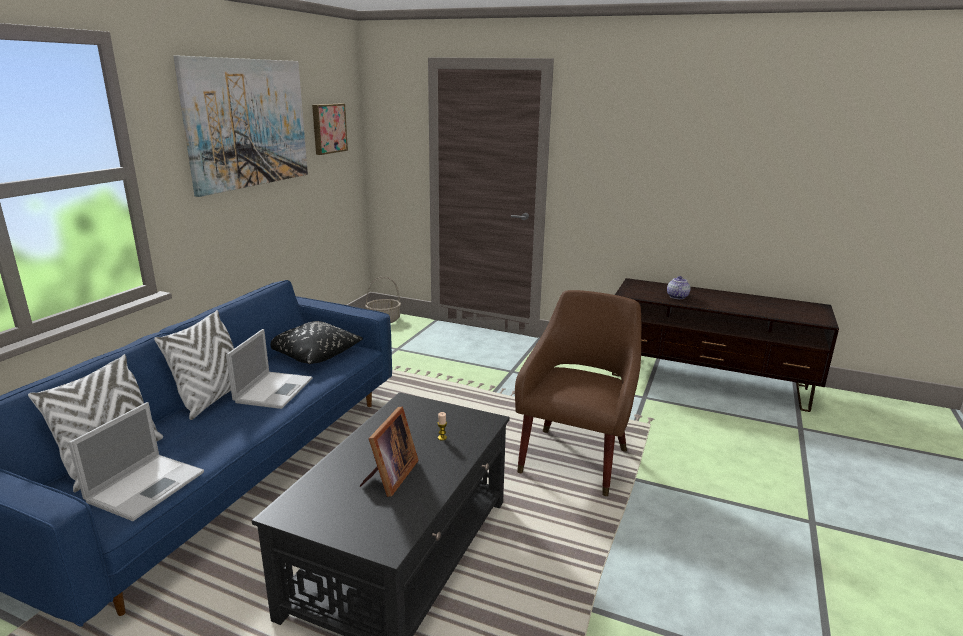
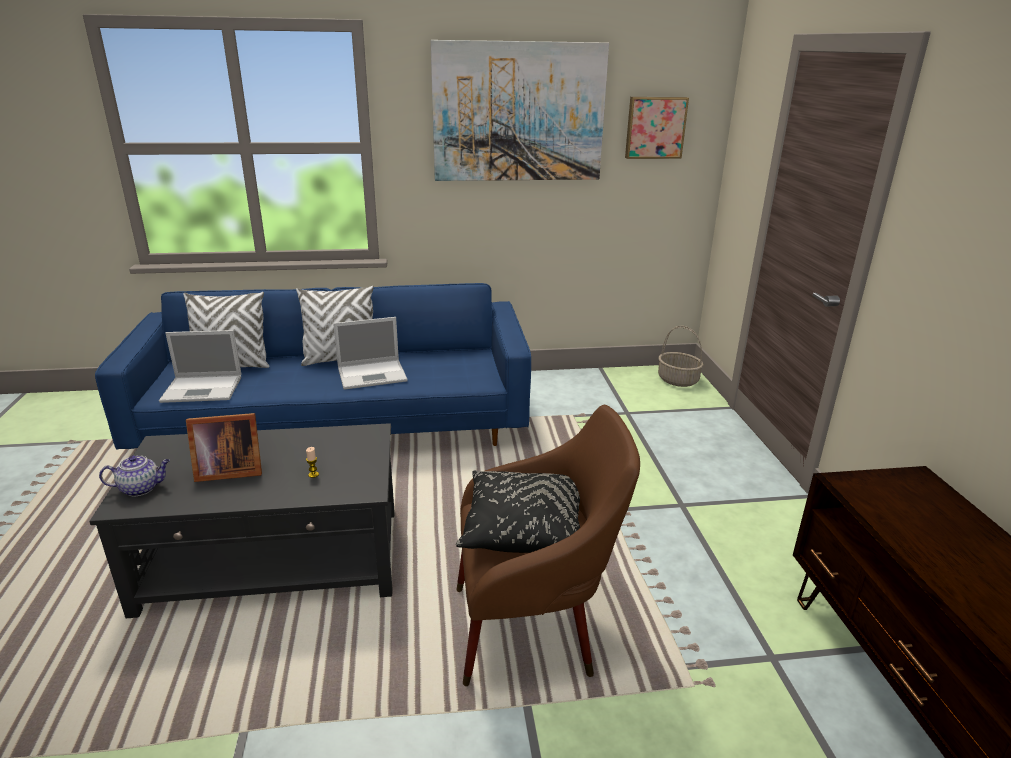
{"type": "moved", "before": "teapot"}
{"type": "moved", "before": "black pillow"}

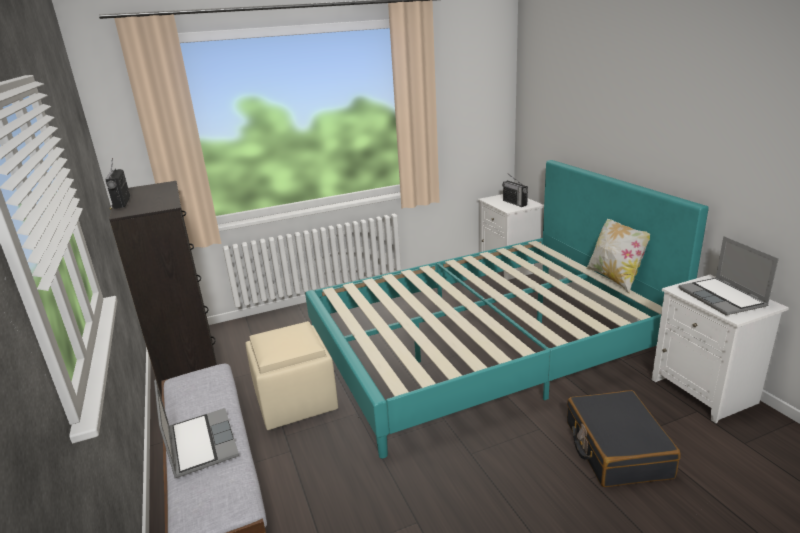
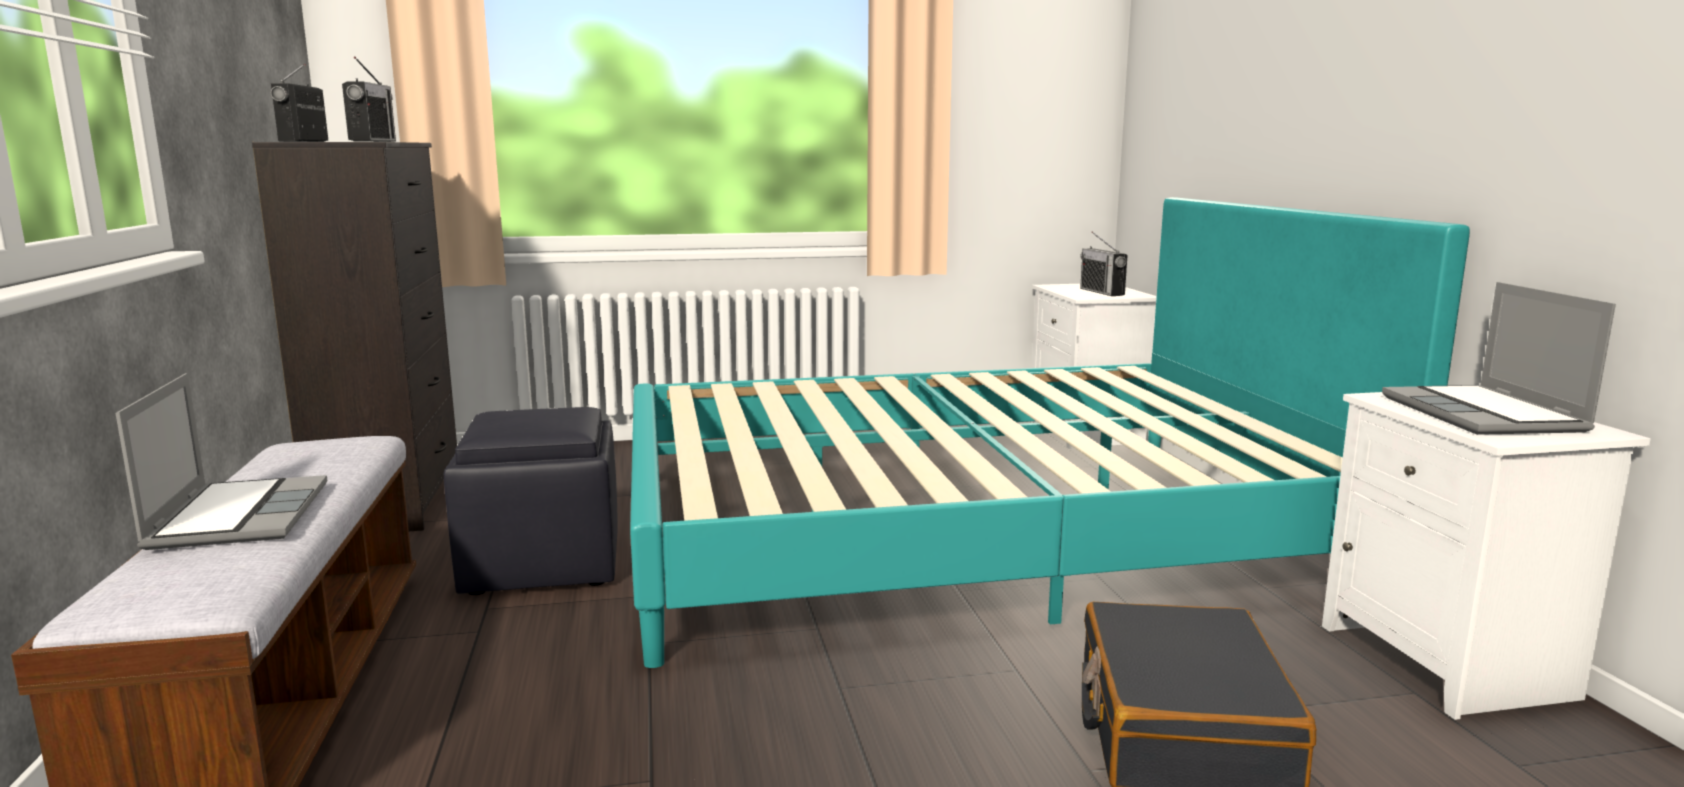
{"type": "added", "after": "radio (2nd from left)"}
{"type": "recoloured", "before": "beige-coloured pouffe", "after": "black pouffe"}
{"type": "removed", "before": "pillow"}

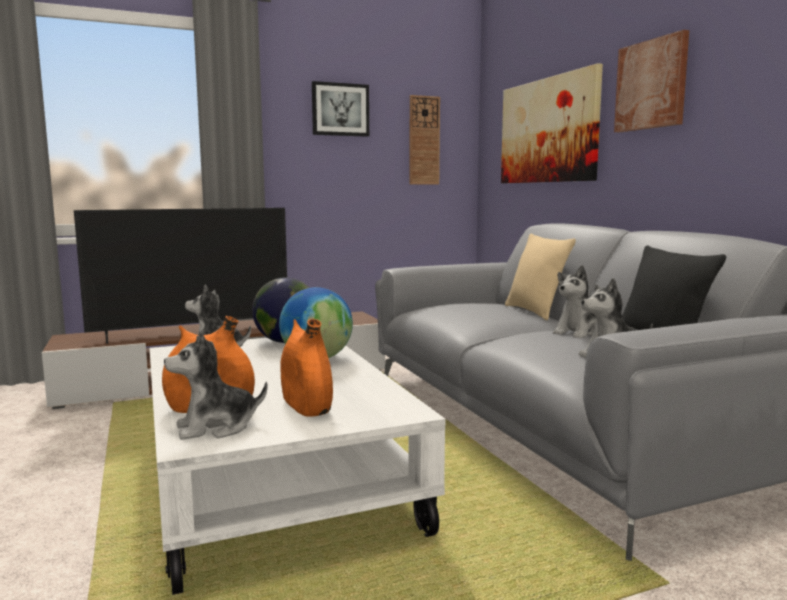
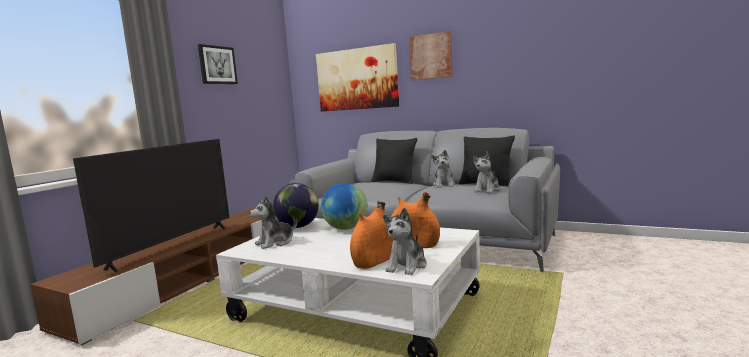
{"type": "recoloured", "before": "beige-coloured pillow", "after": "black pillow (1st from left)"}
{"type": "removed", "before": "hanging clock"}

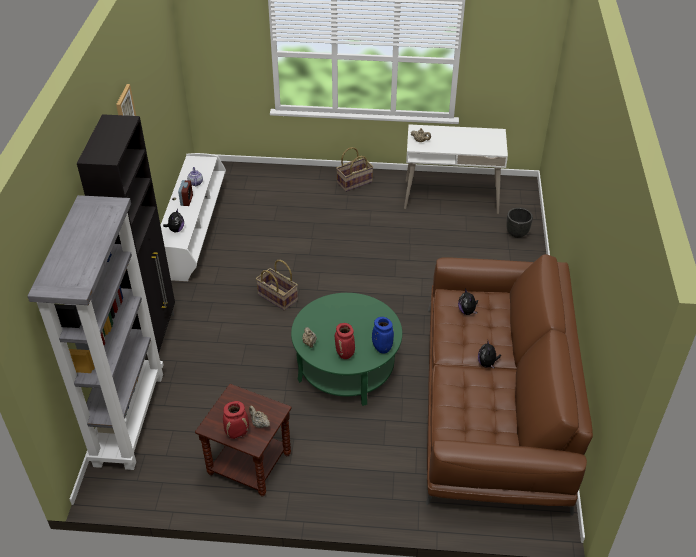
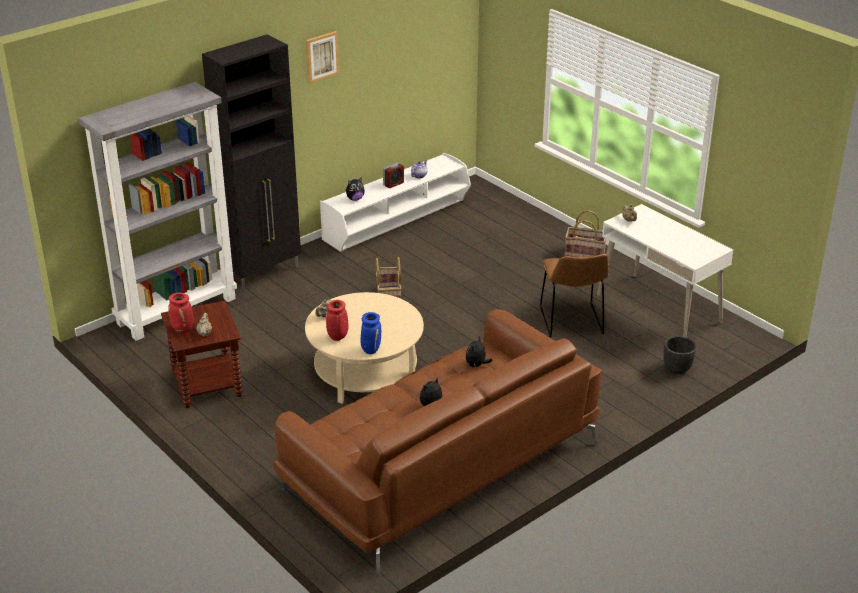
{"type": "recoloured", "before": "greenish coffee table", "after": "beige-coloured coffee table"}
{"type": "added", "after": "brownish chair"}

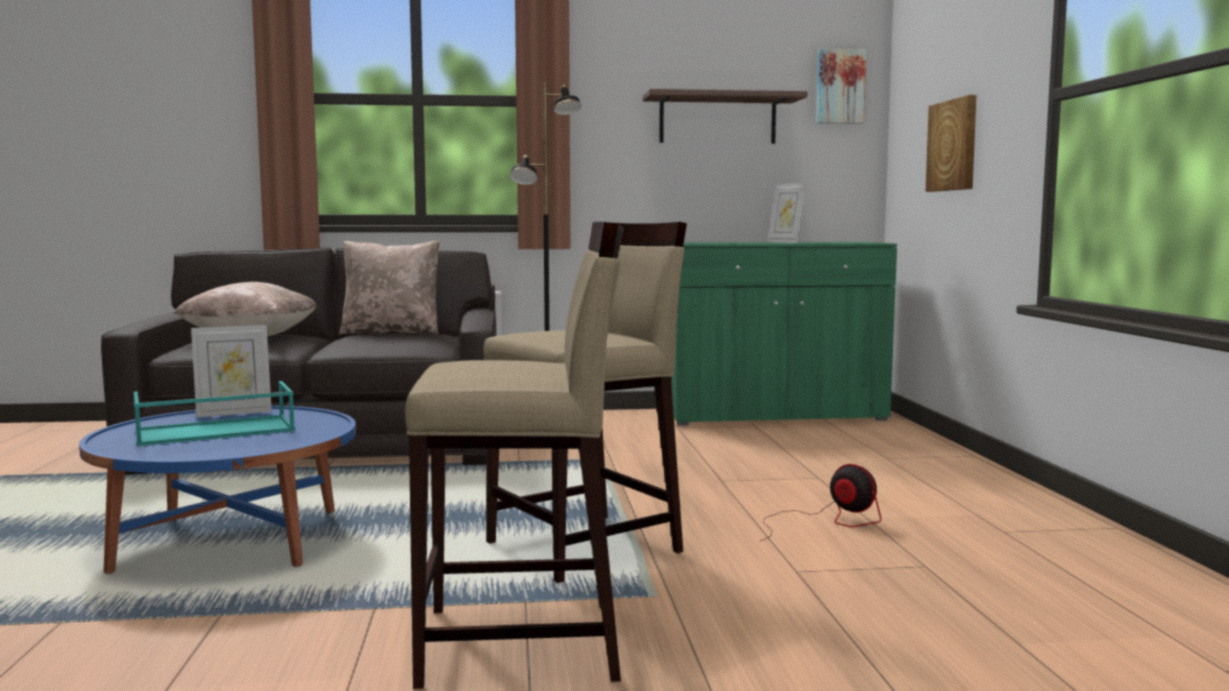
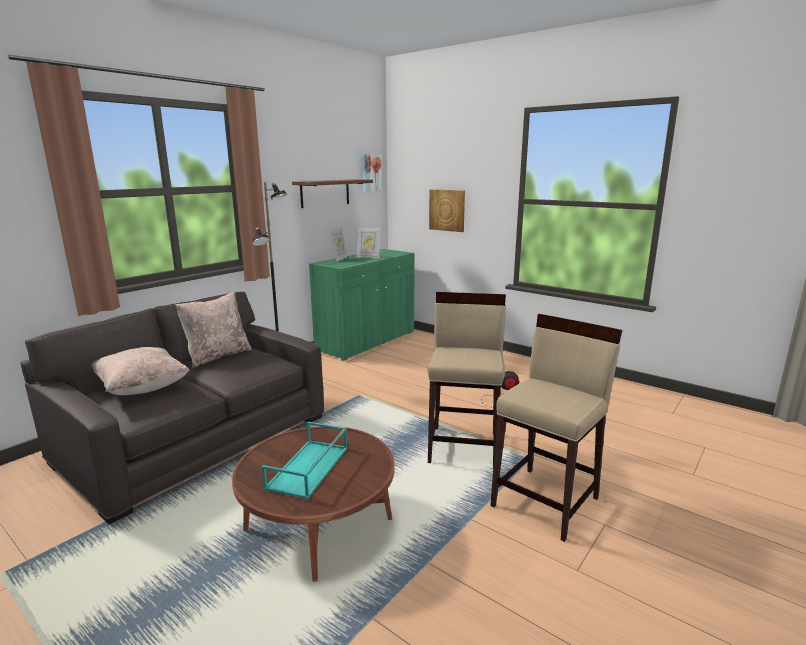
{"type": "recoloured", "before": "blue-coloured coffee table", "after": "brownish coffee table"}
{"type": "moved", "before": "standing frame (1st from left)"}

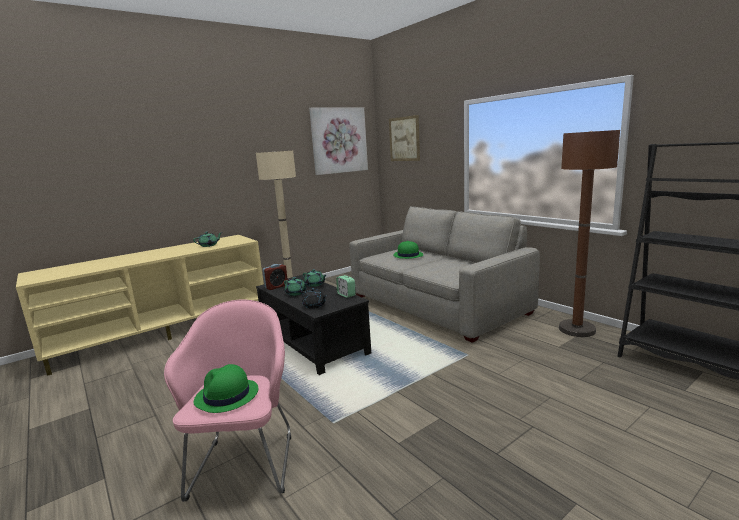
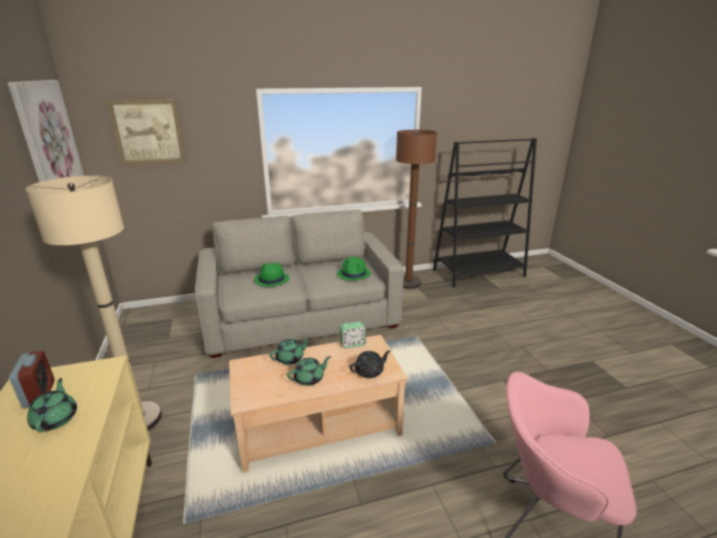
{"type": "moved", "before": "table clock (1st from left)"}
{"type": "recoloured", "before": "black coffee table", "after": "beige-coloured coffee table"}
{"type": "moved", "before": "greenish wearable hat (1st from left in the first image)", "after": "greenish wearable hat (2nd from left)"}

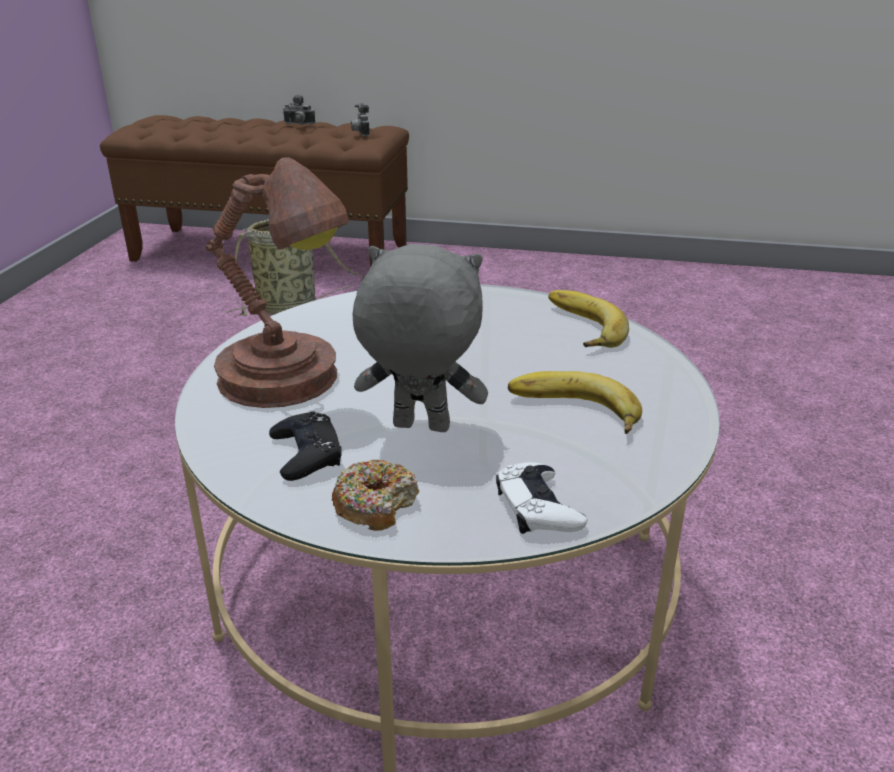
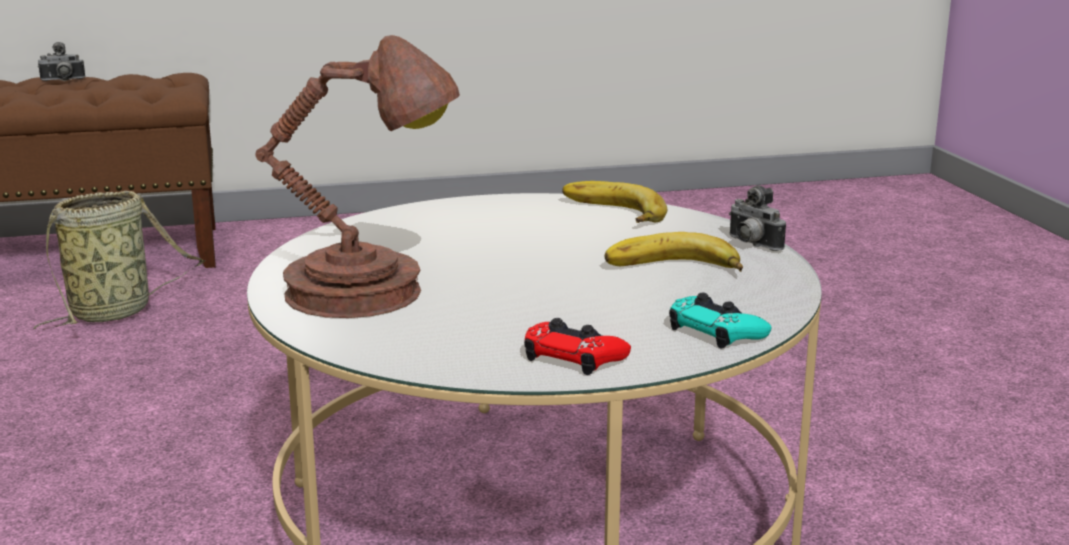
{"type": "replaced", "before": "donut", "after": "reddish gamepad"}
{"type": "recoloured", "before": "white-coloured gamepad", "after": "turquoise gamepad"}
{"type": "moved", "before": "photo camera (2nd from left)"}
{"type": "removed", "before": "black gamepad"}
{"type": "removed", "before": "gray plush toy"}

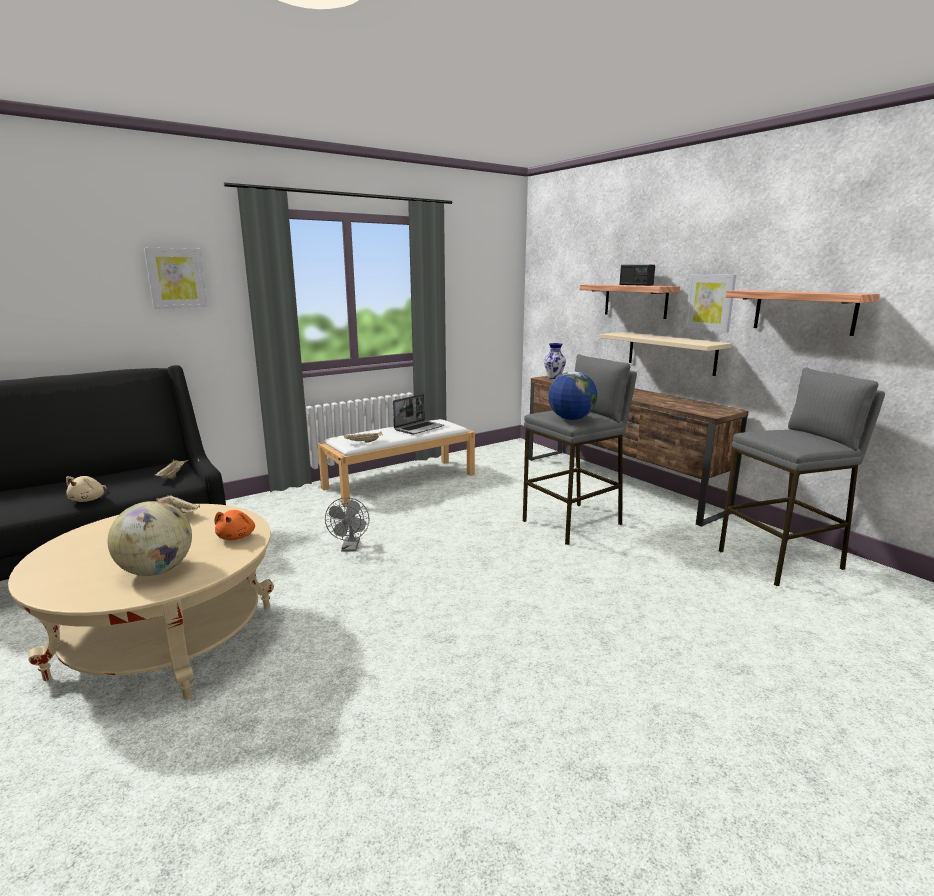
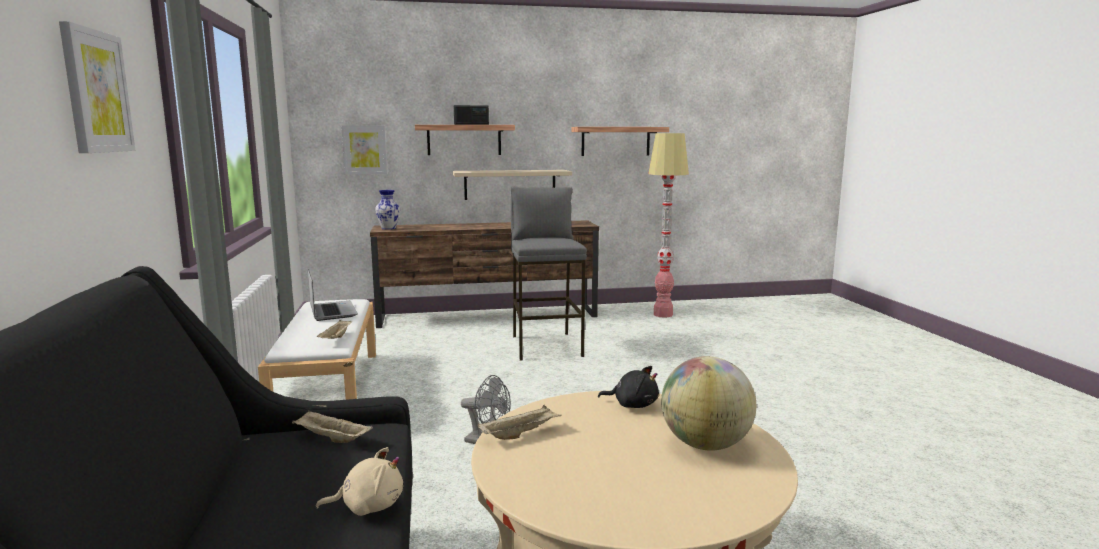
{"type": "turned", "before": "beige-coloured plush toy", "turn": -45}
{"type": "moved", "before": "wall picture (2nd from left)"}
{"type": "recoloured", "before": "orange plush toy", "after": "black plush toy"}
{"type": "replaced", "before": "gray stool (2nd from left)", "after": "floor lamp"}
{"type": "removed", "before": "globe (2nd from left)"}

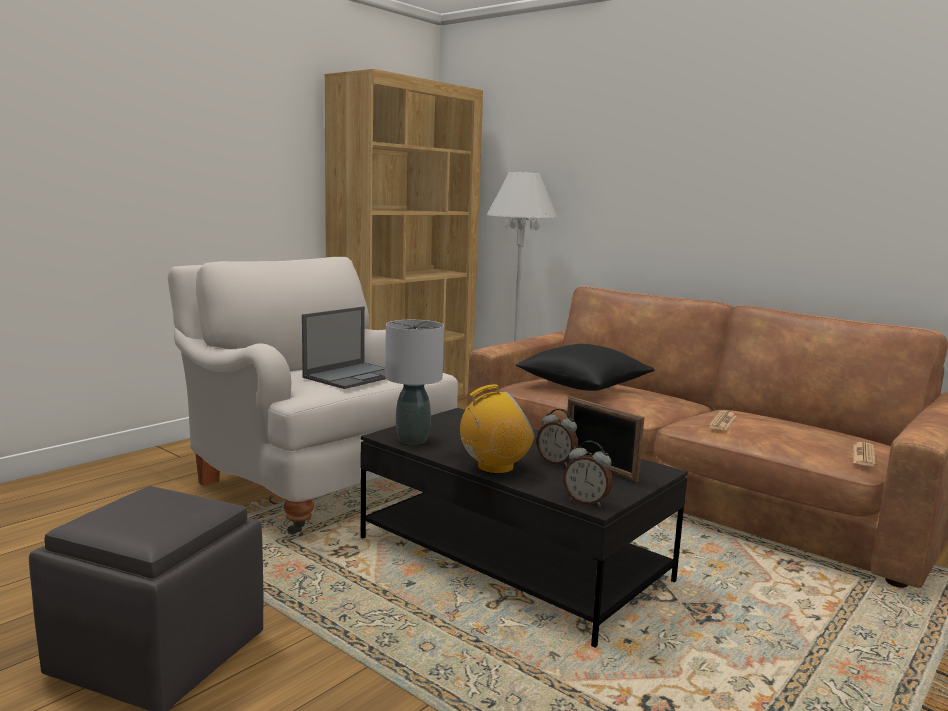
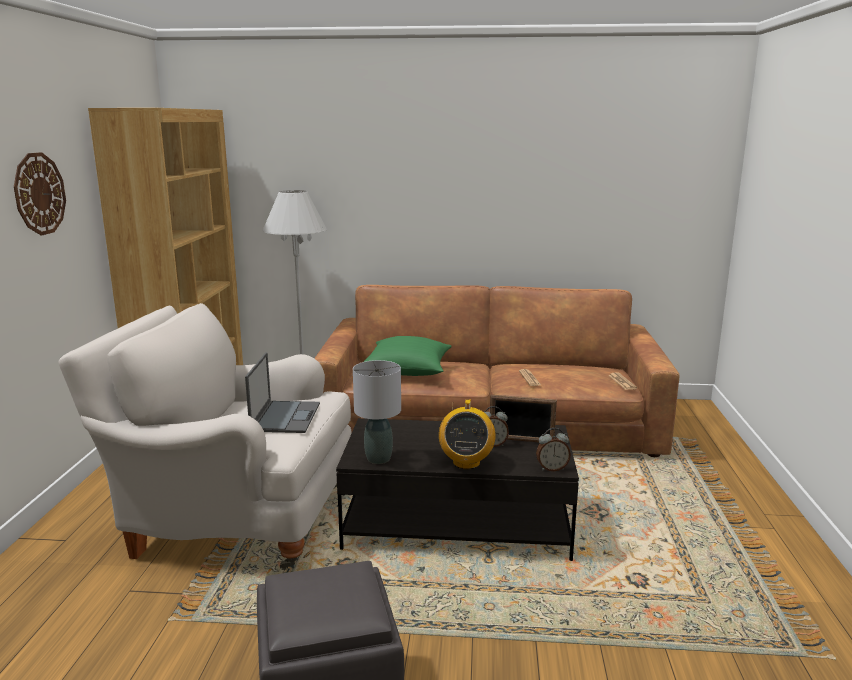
{"type": "added", "after": "hanging clock"}
{"type": "recoloured", "before": "black pillow", "after": "greenish pillow"}
{"type": "turned", "before": "radio", "turn": 150}

